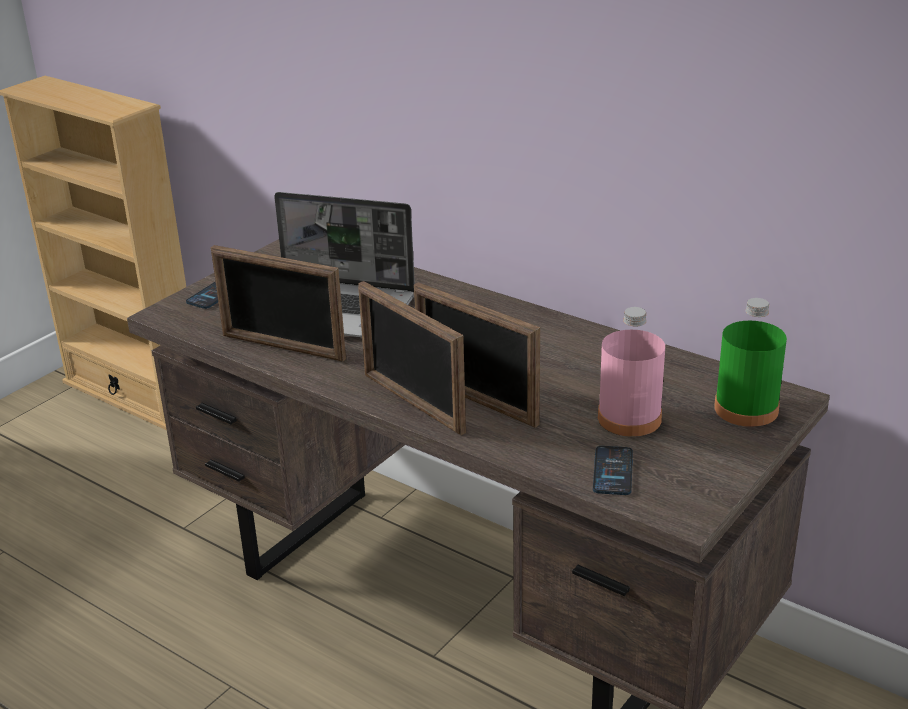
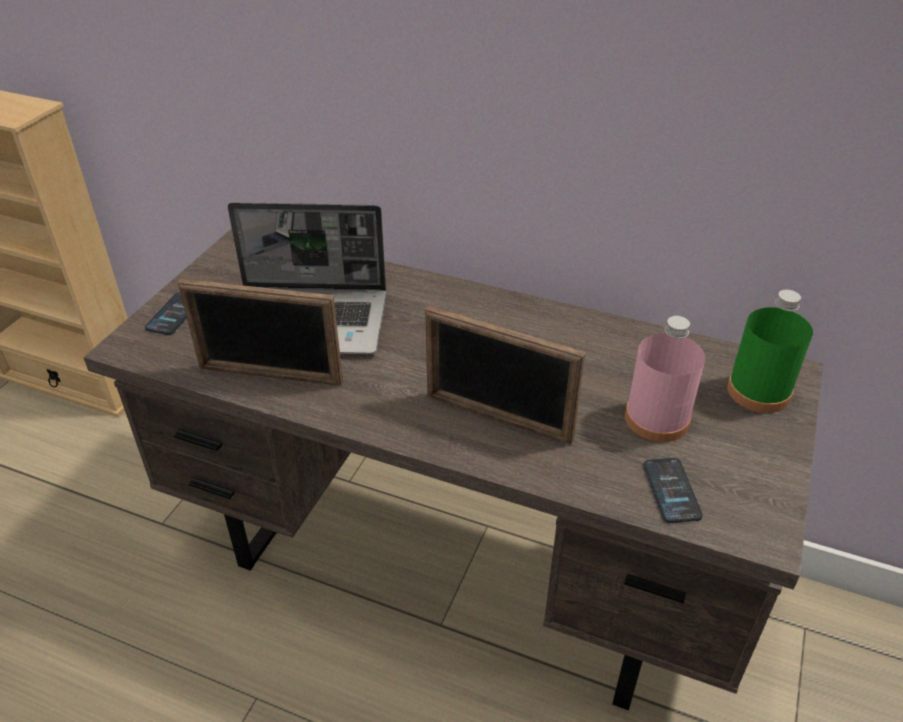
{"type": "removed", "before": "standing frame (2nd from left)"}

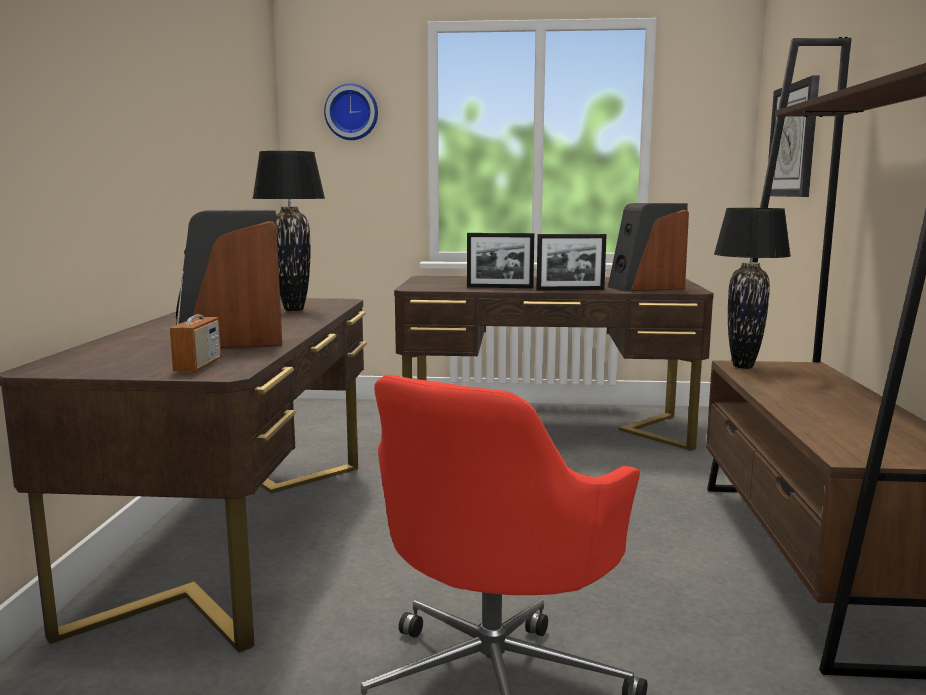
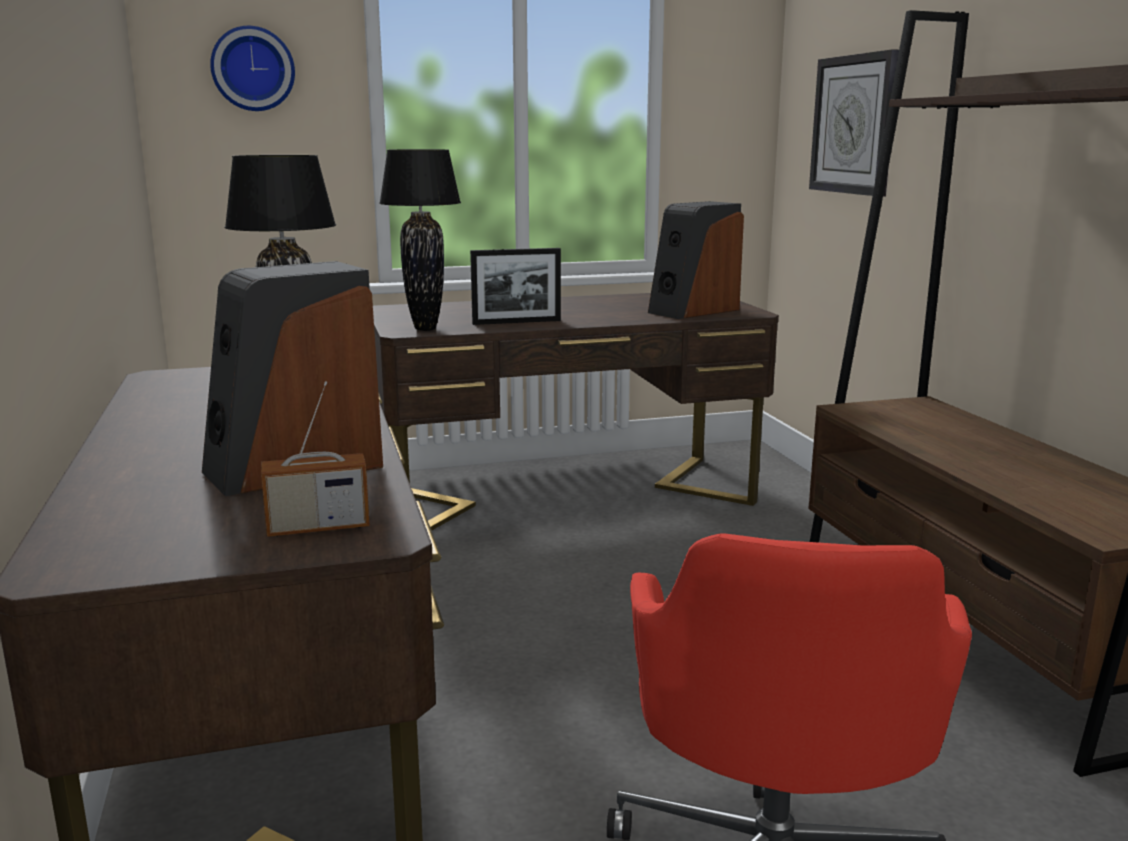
{"type": "turned", "before": "radio", "turn": 90}
{"type": "moved", "before": "black table lamp (2nd from left)"}
{"type": "removed", "before": "standing frame (2nd from left)"}

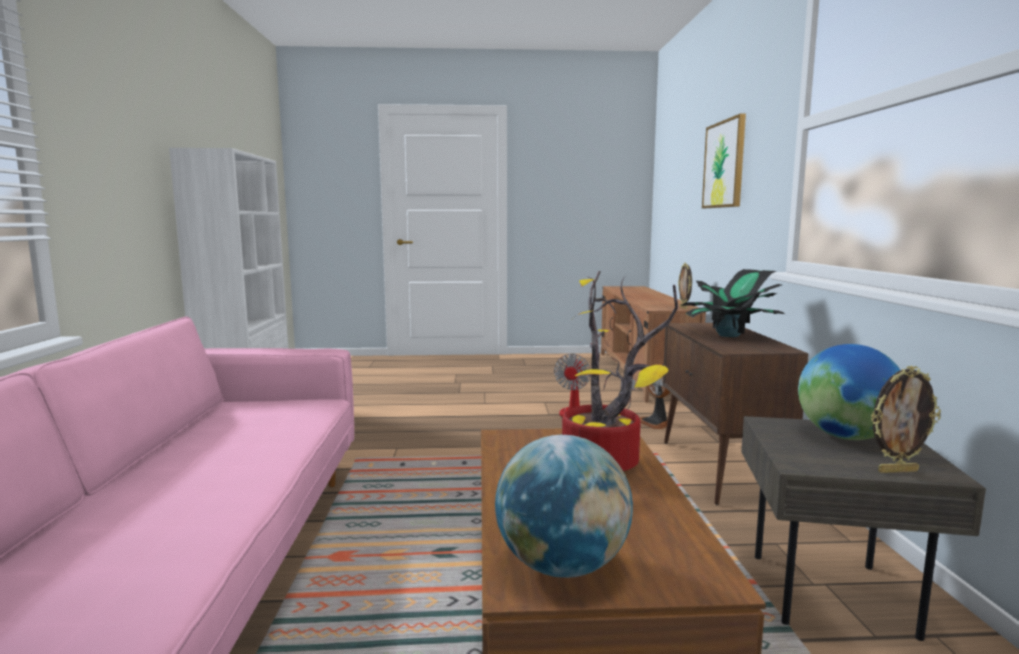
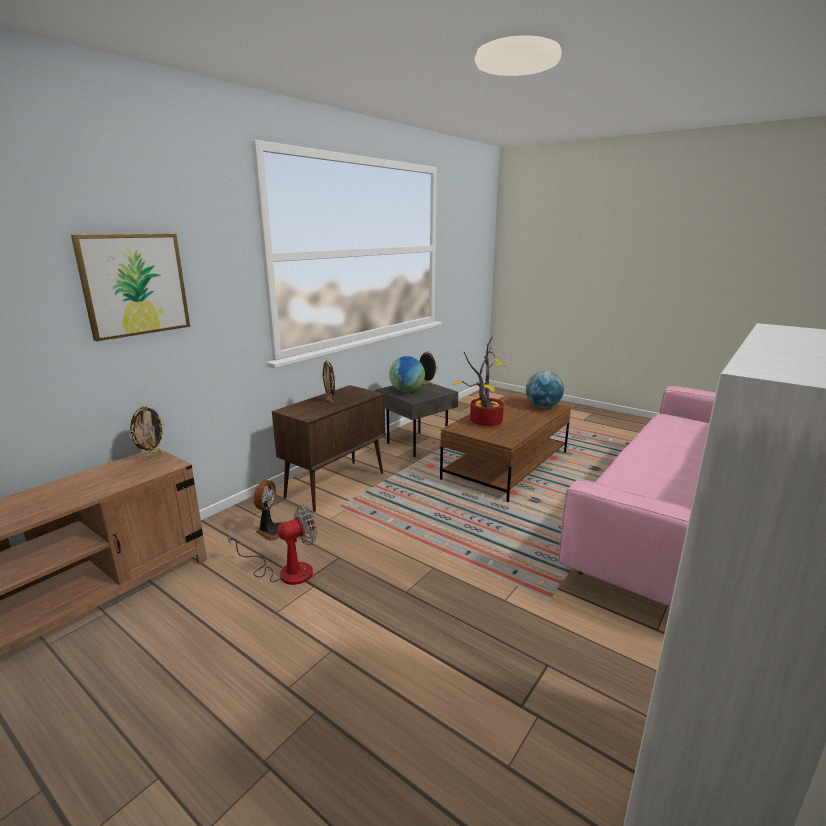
{"type": "replaced", "before": "plant in a pot (2nd from left)", "after": "standing frame (2nd from left)"}

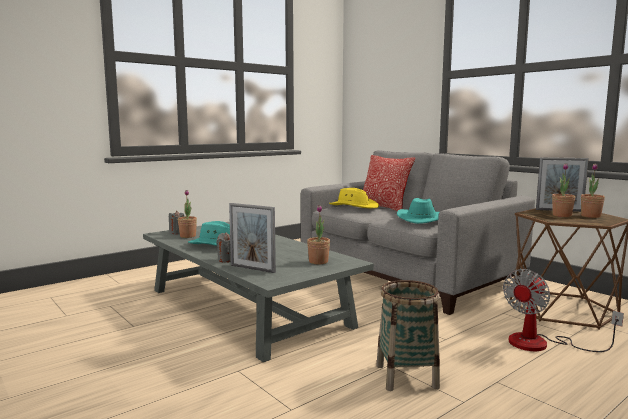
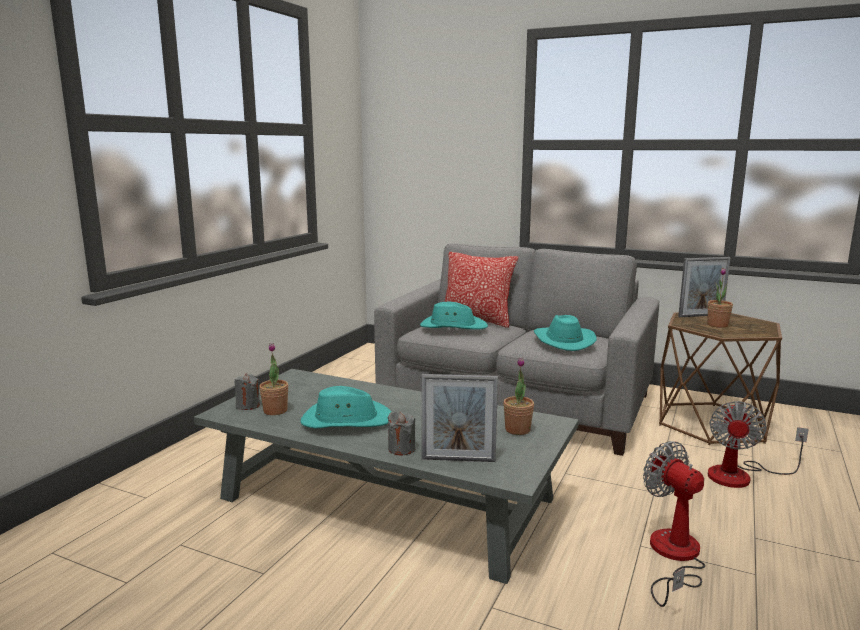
{"type": "recoloured", "before": "yellow-coloured wearable hat", "after": "turquoise wearable hat (2nd from left)"}
{"type": "replaced", "before": "household basket", "after": "electric fan (1st from left)"}
{"type": "removed", "before": "plant in a pot (4th from left)"}

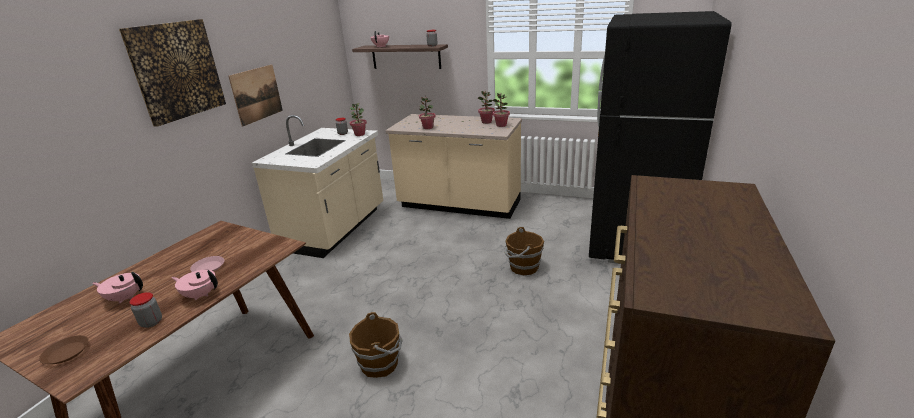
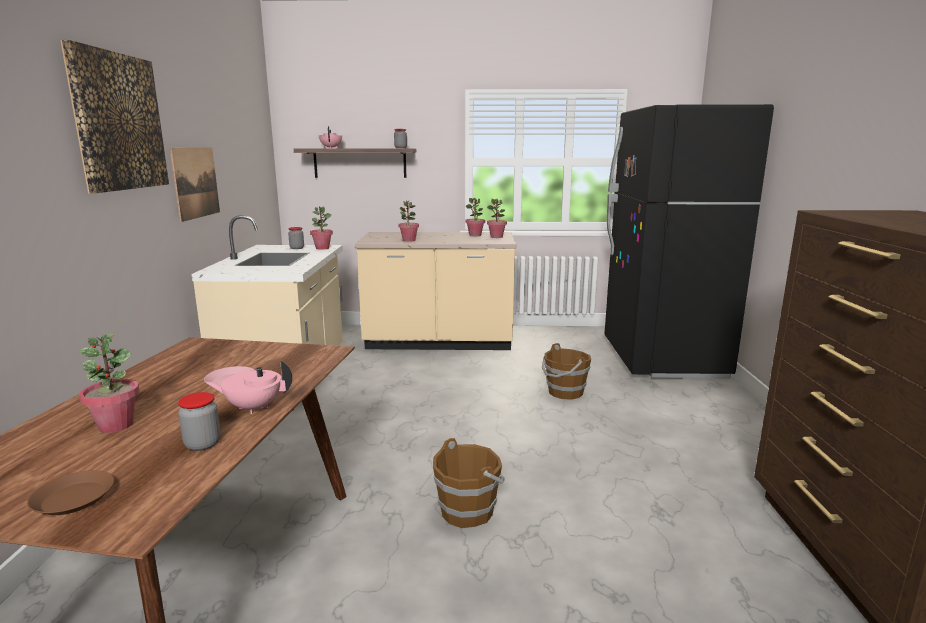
{"type": "replaced", "before": "pink-coloured teapot (1st from left)", "after": "plant in a pot (1st from left)"}

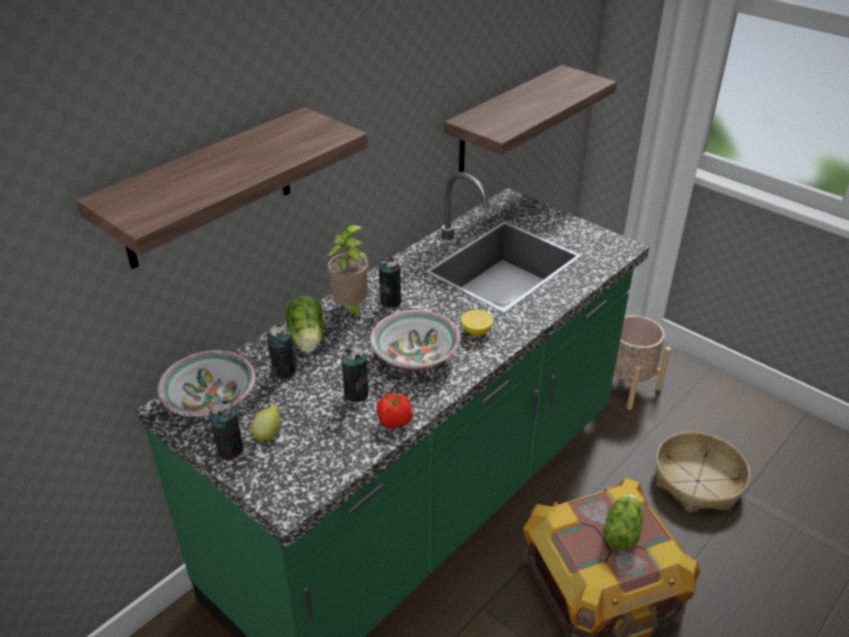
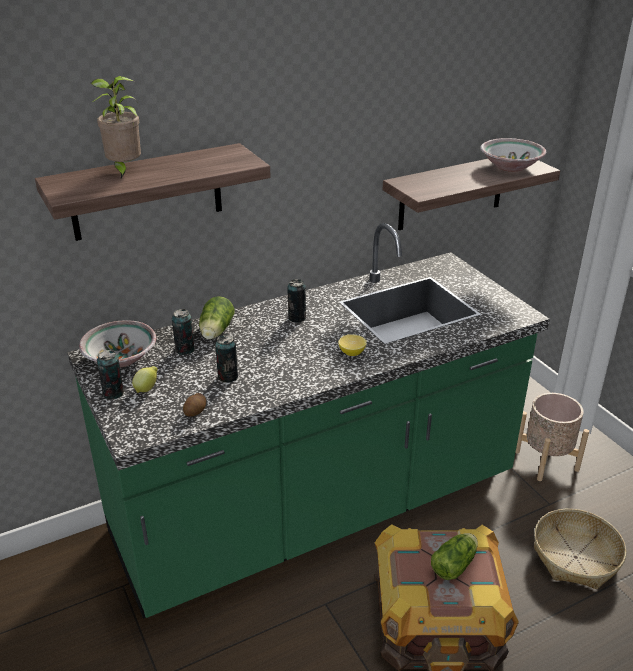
{"type": "moved", "before": "plant in a pot"}
{"type": "added", "after": "whole potato"}
{"type": "moved", "before": "bowl (2nd from left)"}
{"type": "removed", "before": "fresh tomato"}

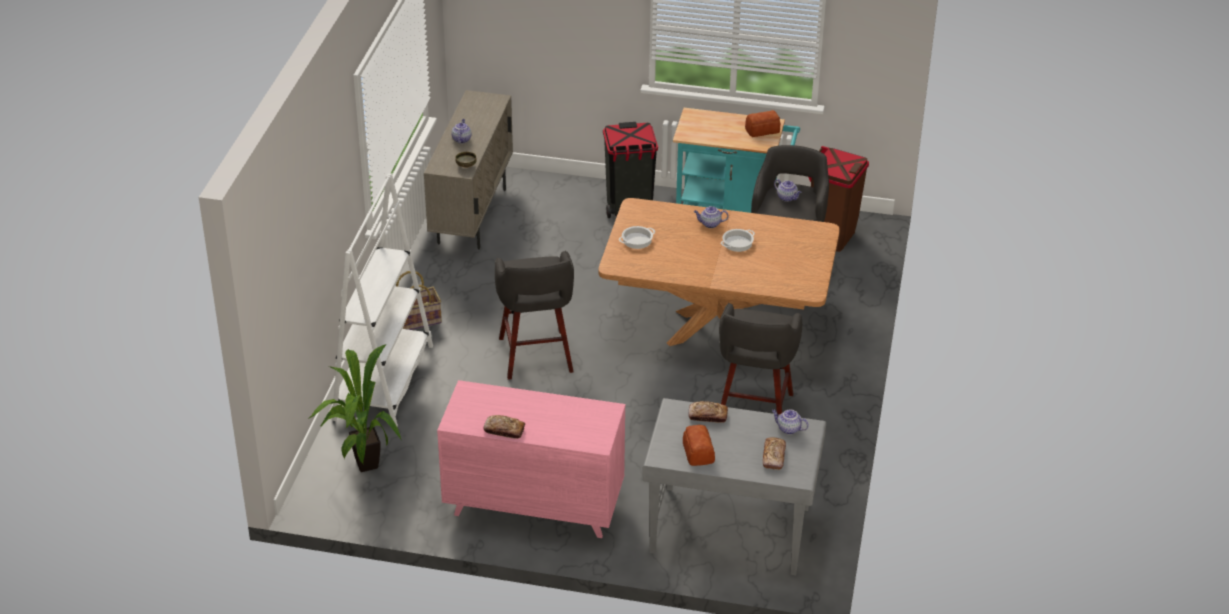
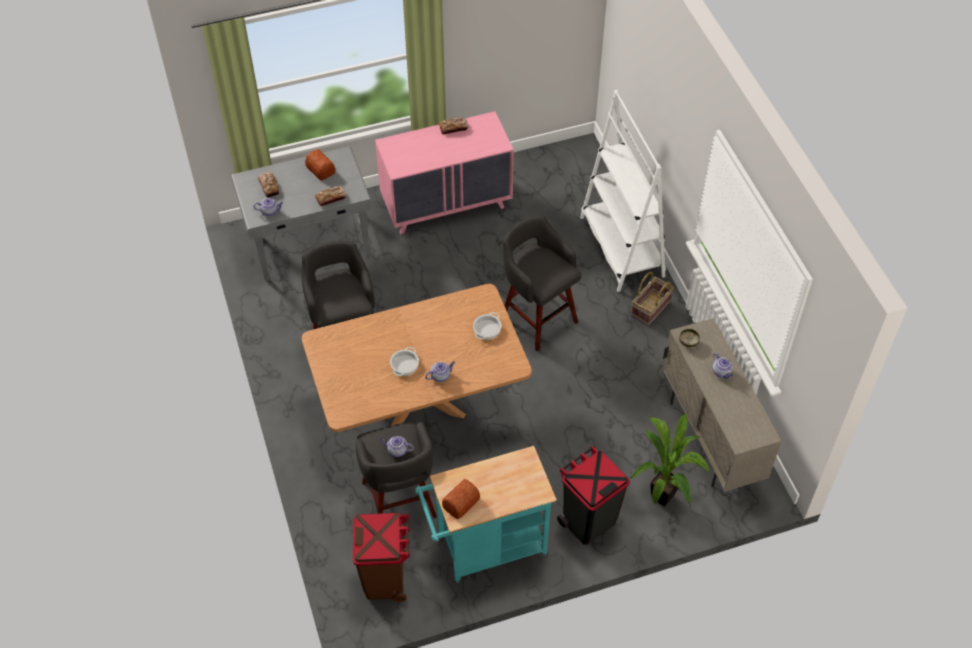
{"type": "moved", "before": "plant in a pot"}

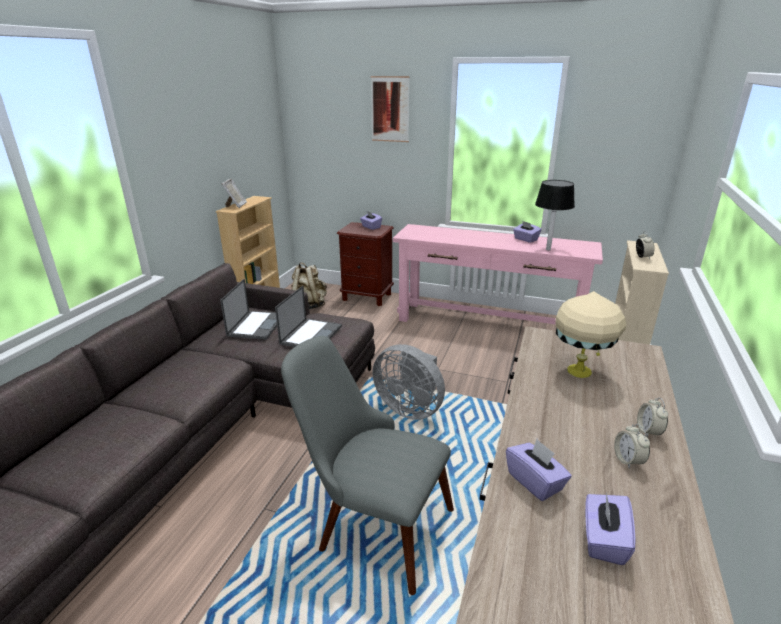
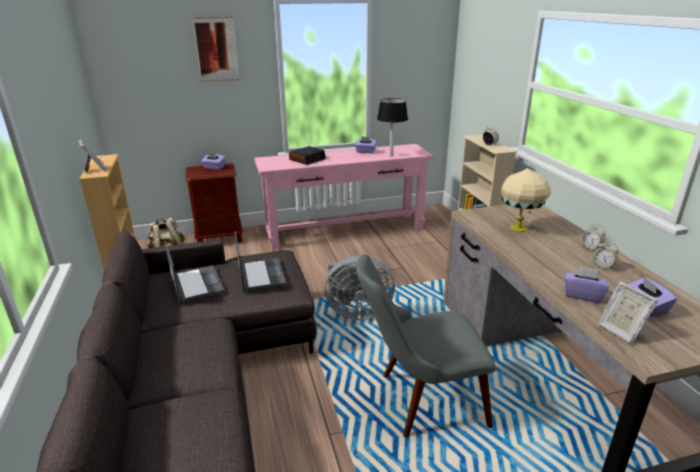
{"type": "added", "after": "table clock (1st from left)"}
{"type": "added", "after": "standing frame (2nd from left)"}

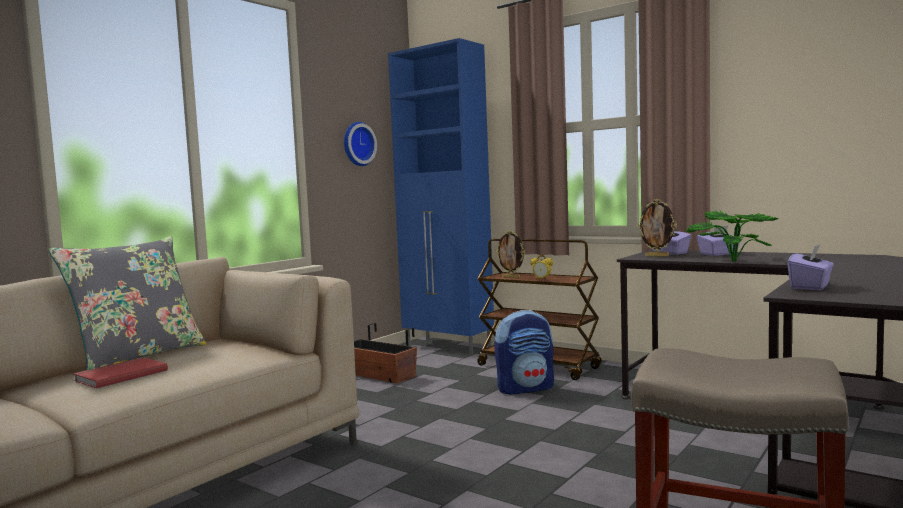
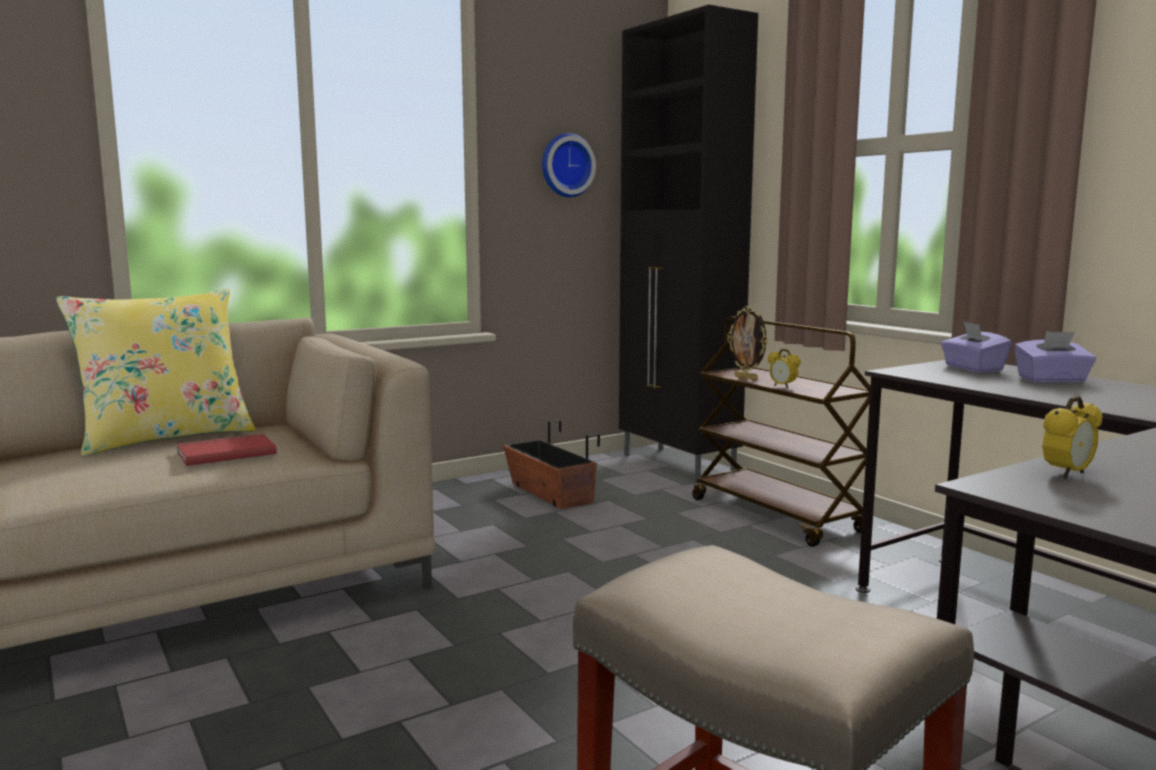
{"type": "recoloured", "before": "gray pillow", "after": "yellow-coloured pillow"}
{"type": "moved", "before": "reddish book"}
{"type": "recoloured", "before": "blue-coloured cabinet", "after": "black cabinet"}
{"type": "replaced", "before": "purple tissue holder (3rd from left)", "after": "table clock (2nd from left)"}
{"type": "removed", "before": "knapsack"}
{"type": "removed", "before": "standing frame (2nd from left)"}
{"type": "removed", "before": "plant in a pot"}

